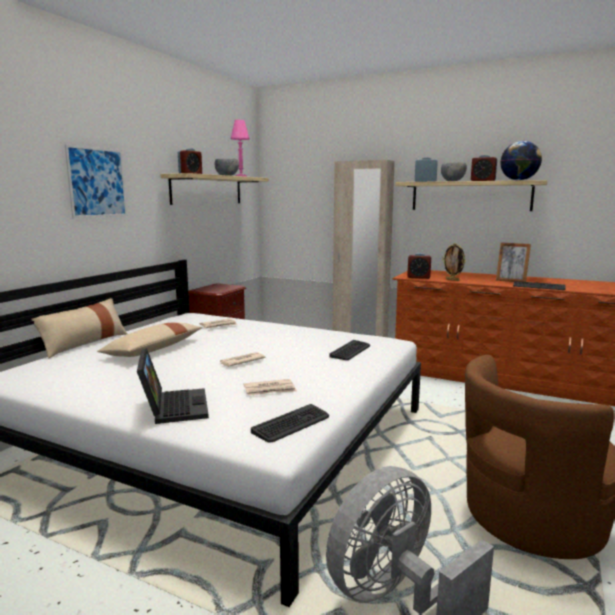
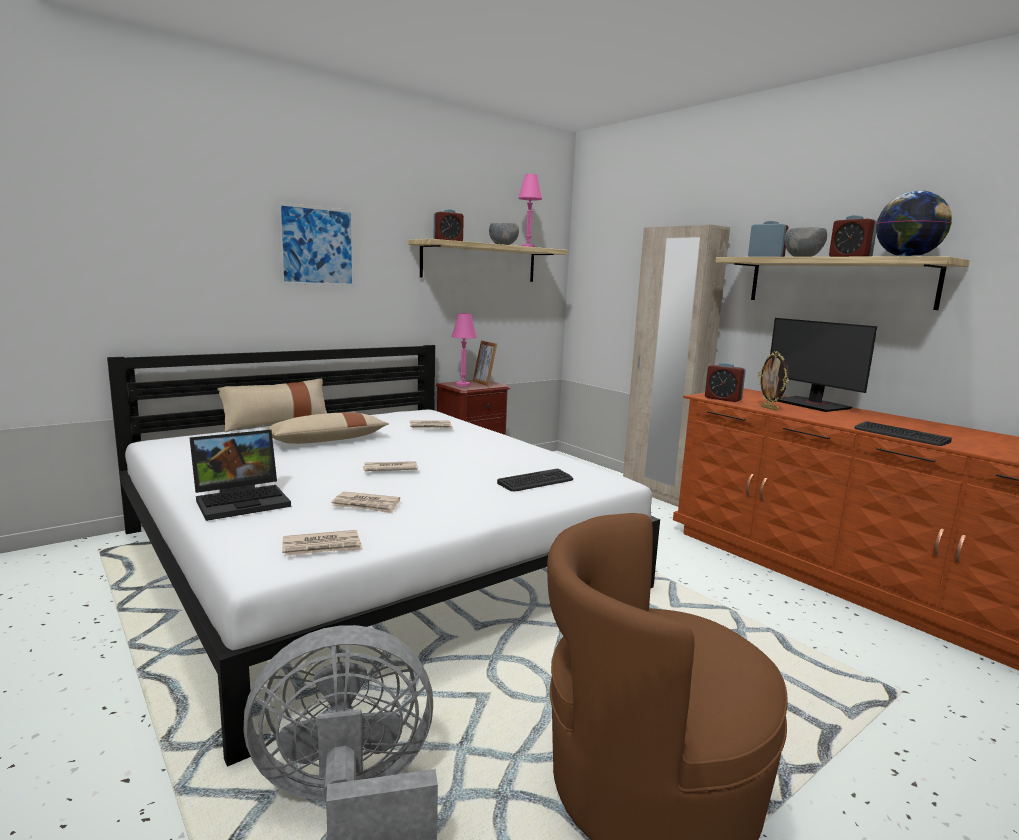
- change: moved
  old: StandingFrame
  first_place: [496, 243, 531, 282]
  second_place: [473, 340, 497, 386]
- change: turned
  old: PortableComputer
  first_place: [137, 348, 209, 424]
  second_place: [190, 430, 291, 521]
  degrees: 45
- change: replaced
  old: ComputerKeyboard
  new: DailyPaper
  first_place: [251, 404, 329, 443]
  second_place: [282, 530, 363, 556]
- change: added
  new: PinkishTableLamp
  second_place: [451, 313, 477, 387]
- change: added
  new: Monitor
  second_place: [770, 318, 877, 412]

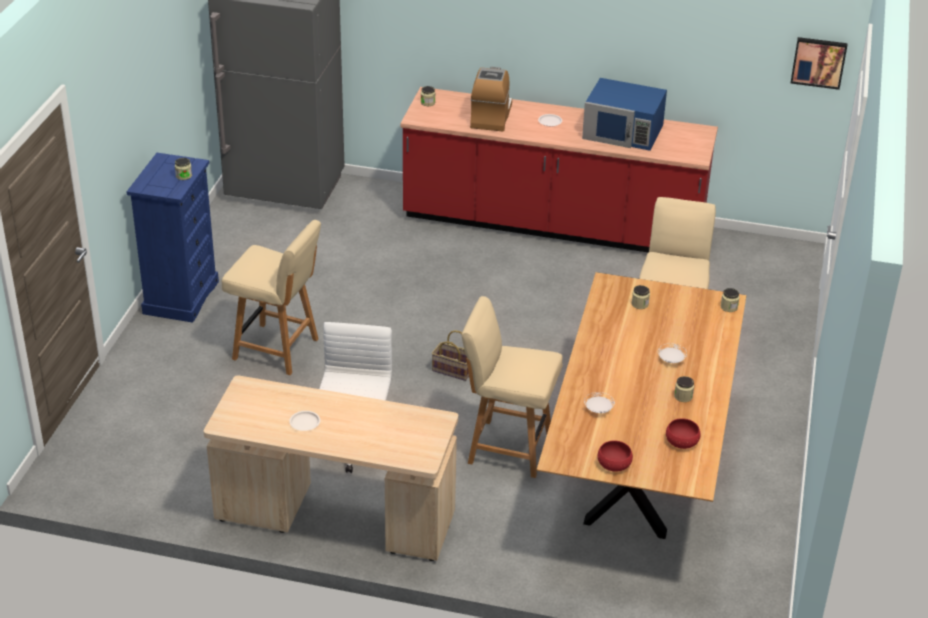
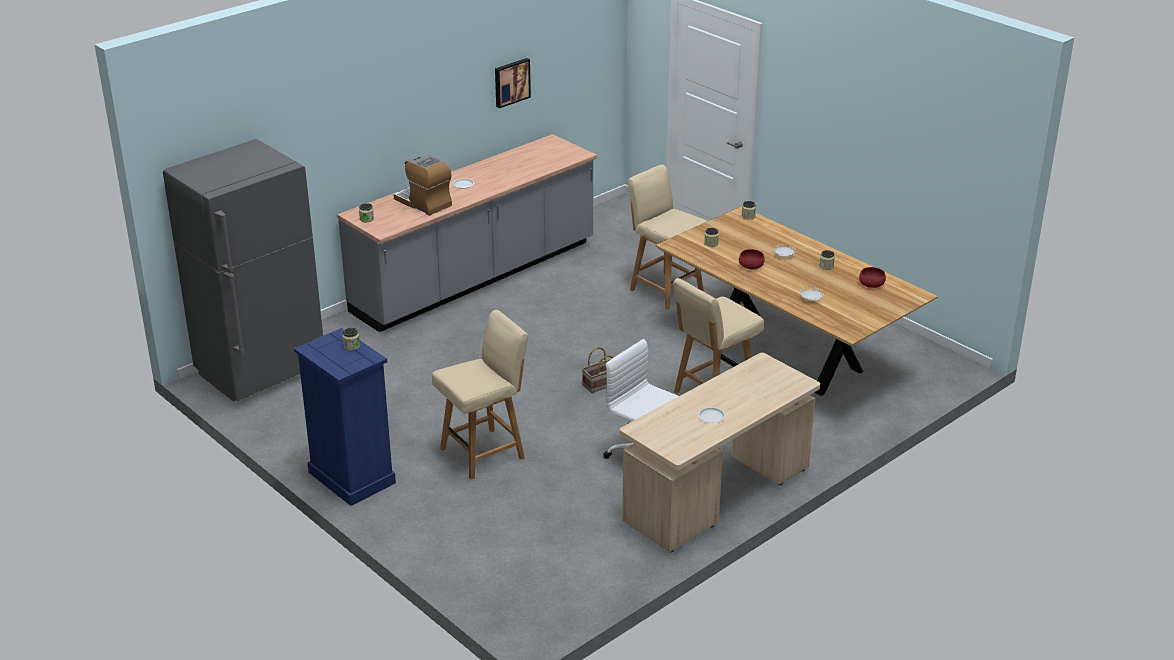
- change: moved
  old: Picture
  first_place: [791, 37, 848, 90]
  second_place: [495, 58, 531, 108]
- change: removed
  old: BluishMicrowave
  first_place: [582, 78, 667, 151]
- change: recoloured
  old: RedCounter
  new: GreyishCounter
  first_place: [400, 87, 718, 253]
  second_place: [337, 134, 597, 332]
- change: moved
  old: RedDeepDish
  first_place: [597, 441, 633, 472]
  second_place: [739, 249, 765, 269]

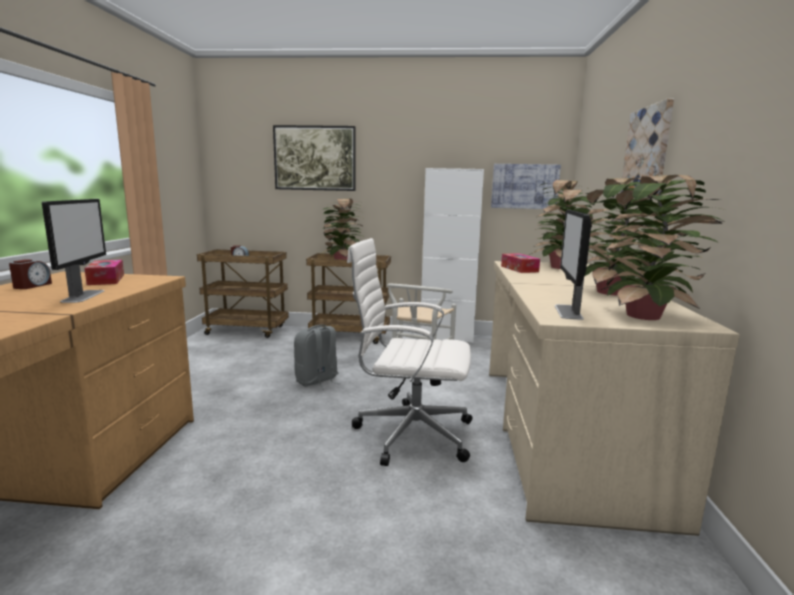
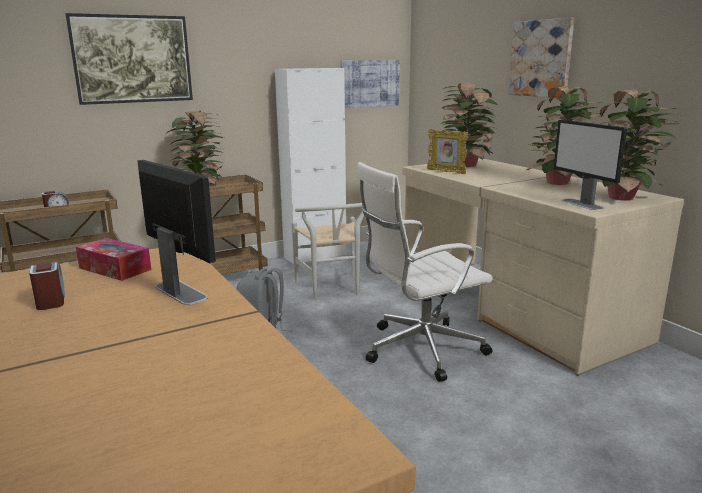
- change: replaced
  old: TissueBox
  new: StandingFrame
  first_place: [501, 253, 540, 273]
  second_place: [427, 129, 468, 174]

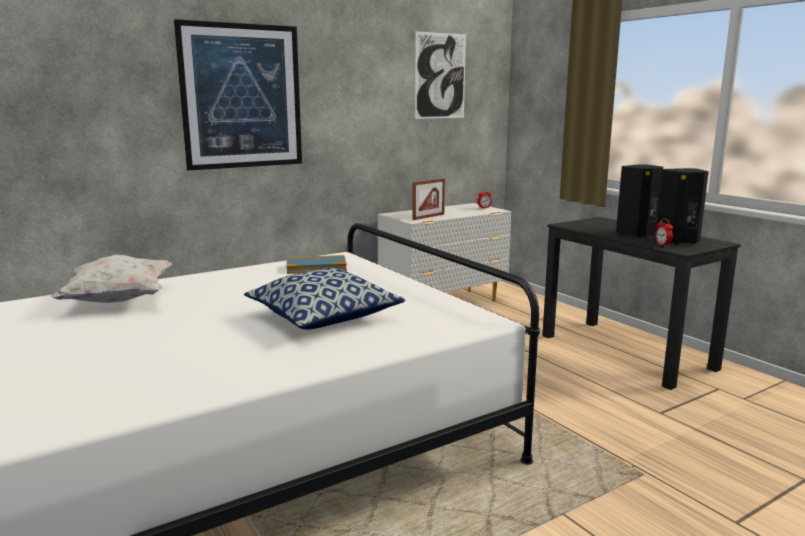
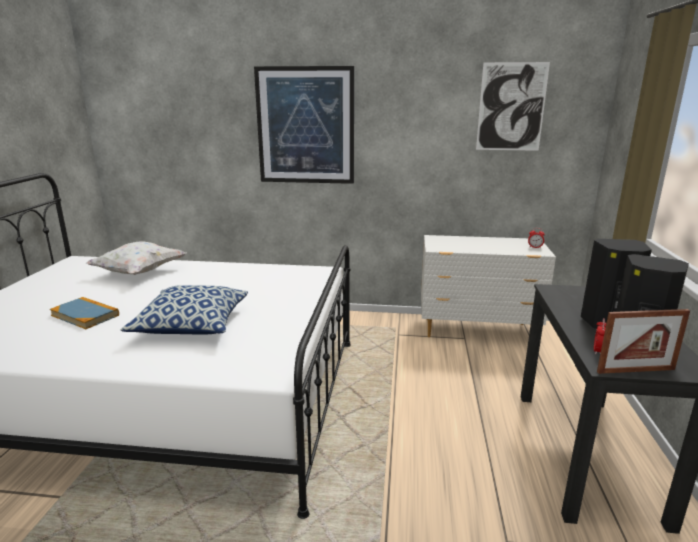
- change: moved
  old: StandingFrame
  first_place: [412, 178, 445, 220]
  second_place: [597, 309, 690, 374]
- change: moved
  old: Volume
  first_place: [286, 255, 347, 274]
  second_place: [50, 297, 119, 329]

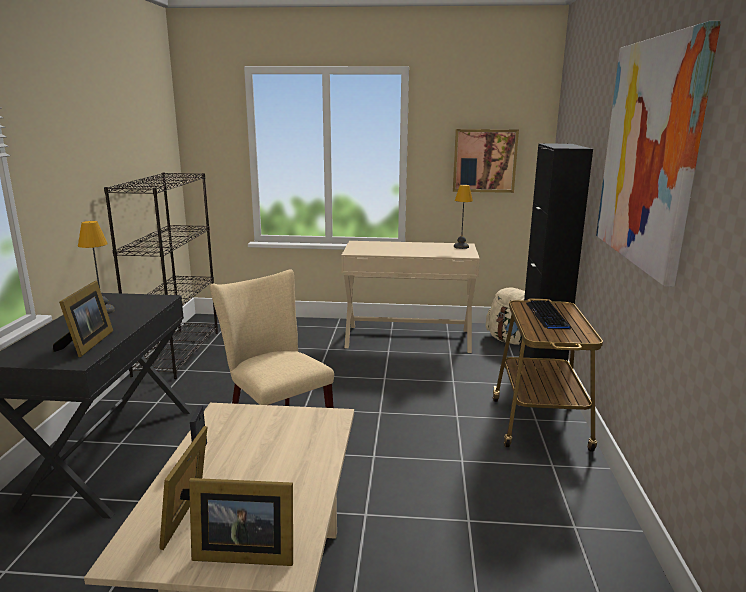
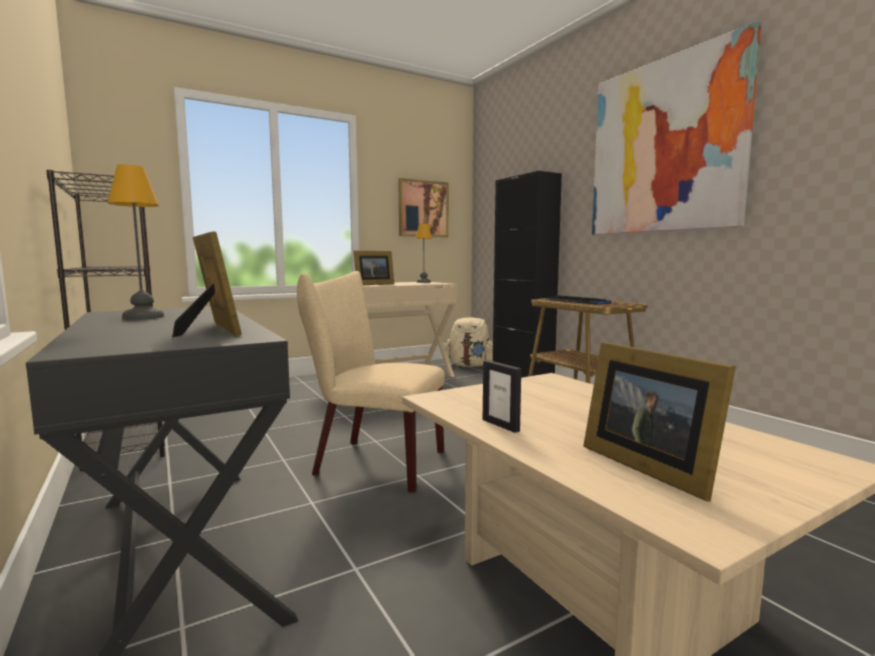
- change: moved
  old: StandingFrame
  first_place: [189, 478, 293, 566]
  second_place: [354, 251, 394, 285]

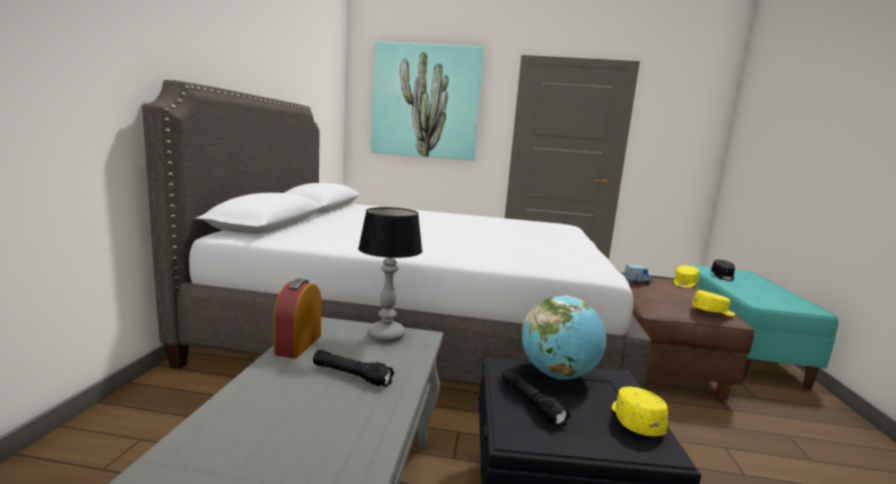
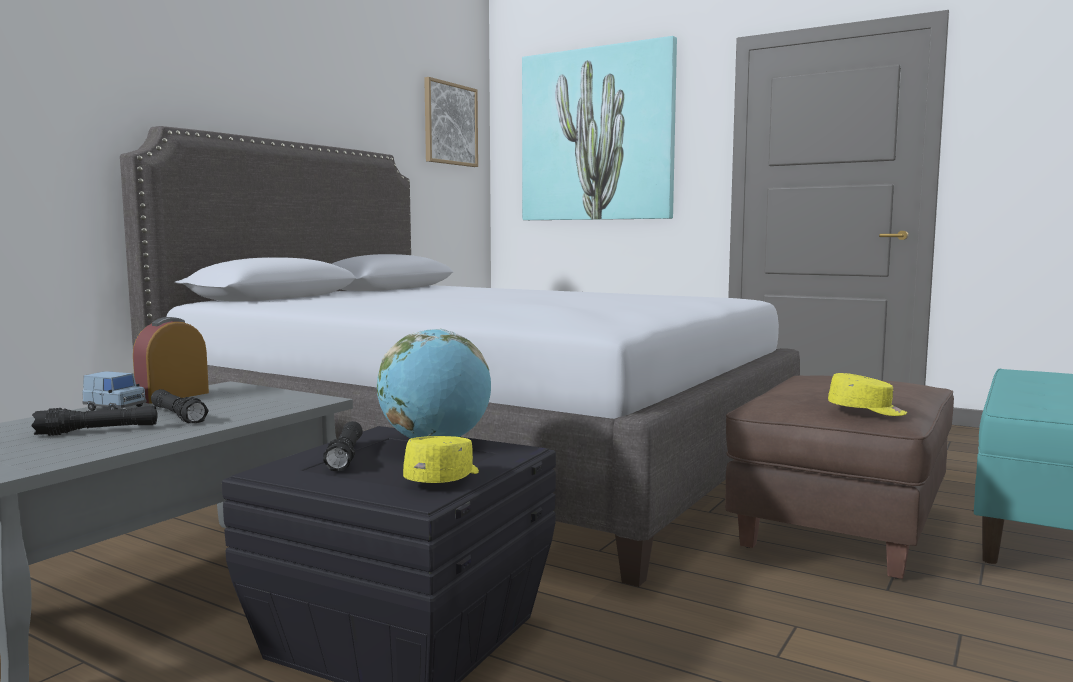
- change: removed
  old: TableLamp
  first_place: [358, 207, 422, 342]
- change: removed
  old: BlackBaseballCap
  first_place: [711, 260, 735, 281]
- change: moved
  old: BluishModelCar
  first_place: [624, 265, 653, 284]
  second_place: [82, 371, 147, 411]
- change: removed
  old: YellowColouredBaseballCap
  first_place: [674, 265, 699, 288]
- change: added
  new: Picture
  second_place: [424, 77, 478, 167]
- change: added
  new: BlackFlashlight
  second_place: [32, 406, 158, 436]

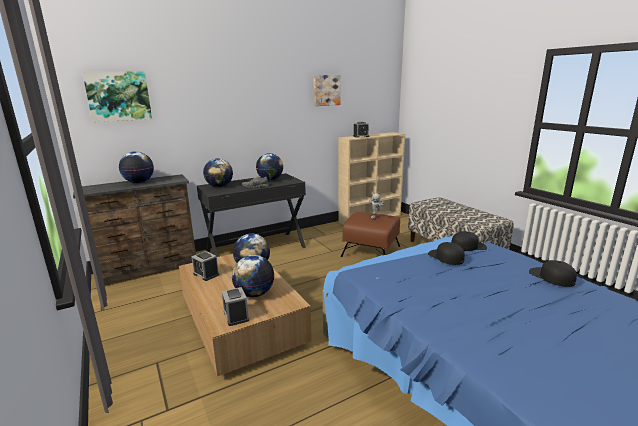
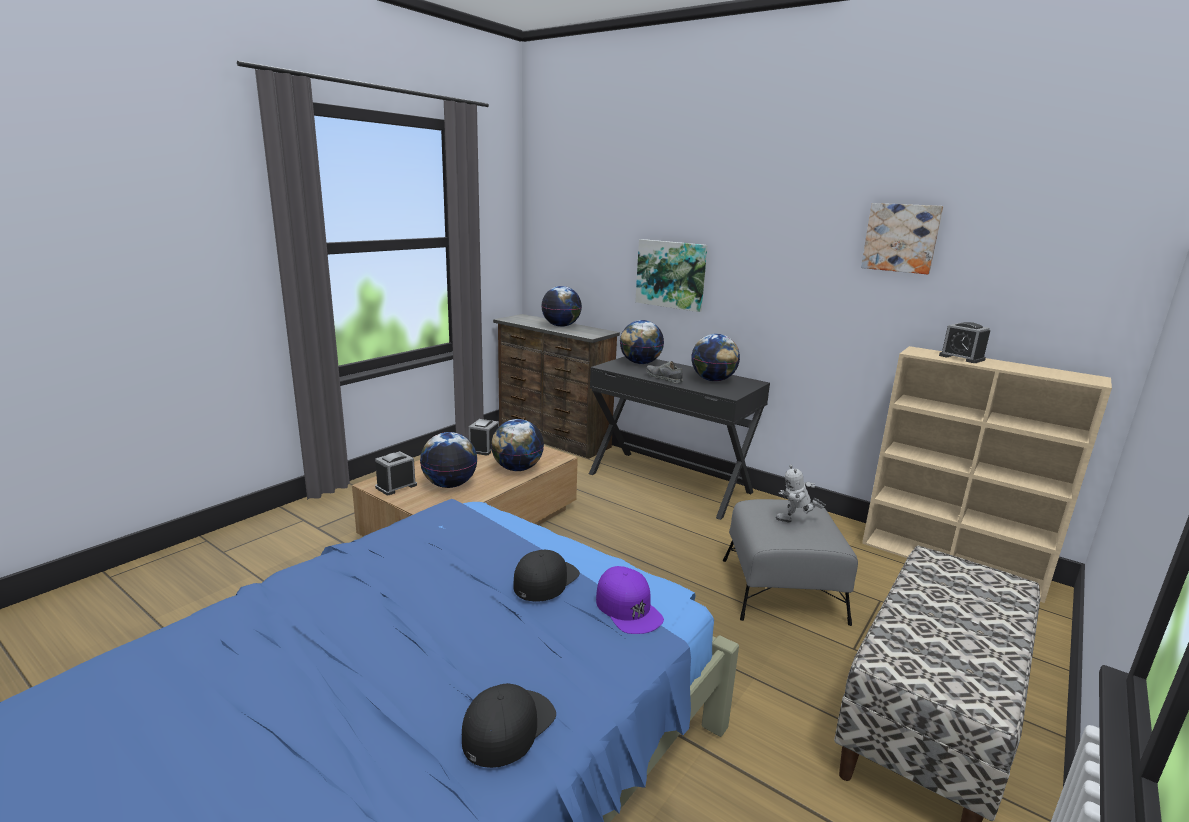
- change: moved
  old: Picture
  first_place: [82, 71, 152, 122]
  second_place: [635, 239, 708, 312]
- change: recoloured
  old: BrownColouredPouffe
  new: GreyishPouffe
  first_place: [341, 212, 400, 257]
  second_place: [723, 499, 858, 626]
- change: recoloured
  old: BlackBaseballCap
  new: PurpleColouredBaseballCap
  first_place: [451, 231, 487, 251]
  second_place: [596, 566, 664, 634]

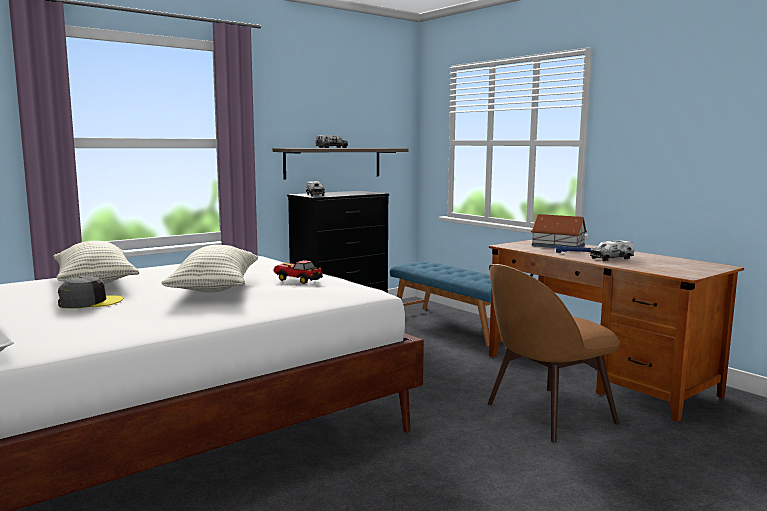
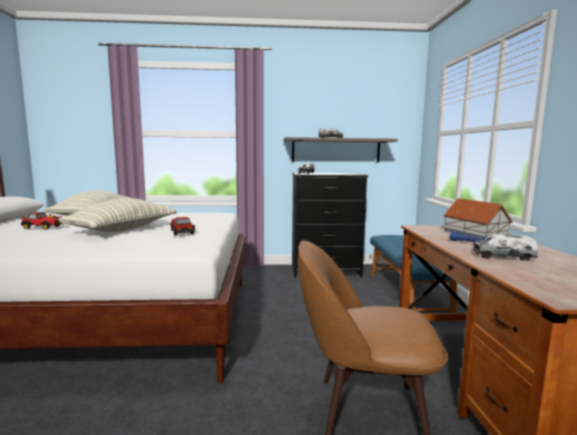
- change: replaced
  old: GreyishBaseballCap
  new: ModelCar
  first_place: [58, 276, 123, 309]
  second_place: [21, 212, 62, 230]

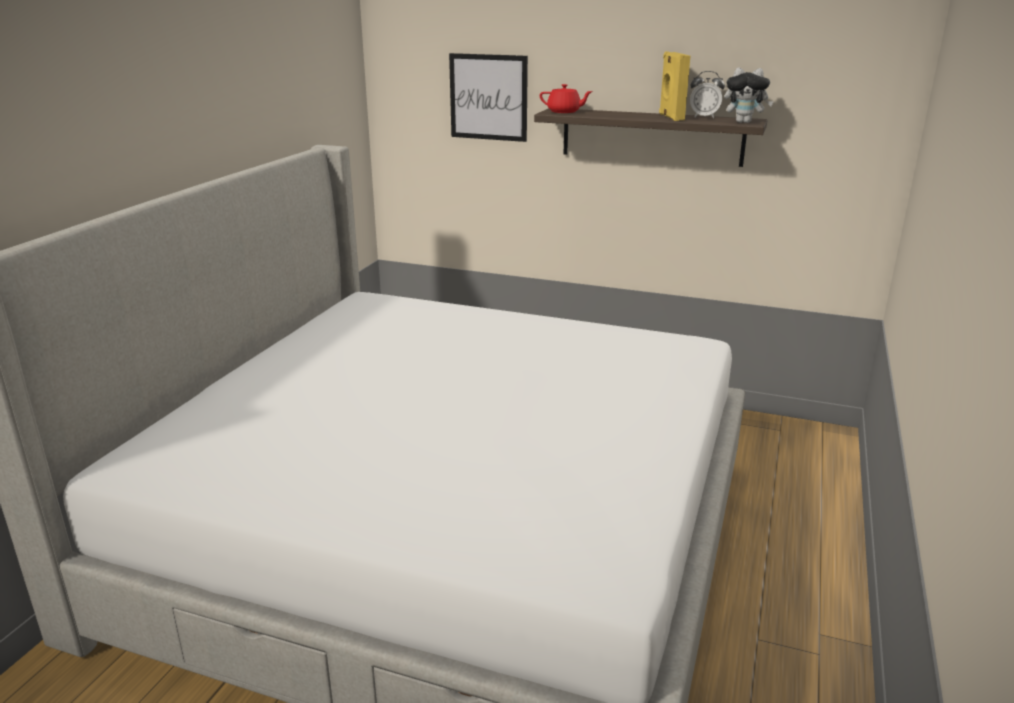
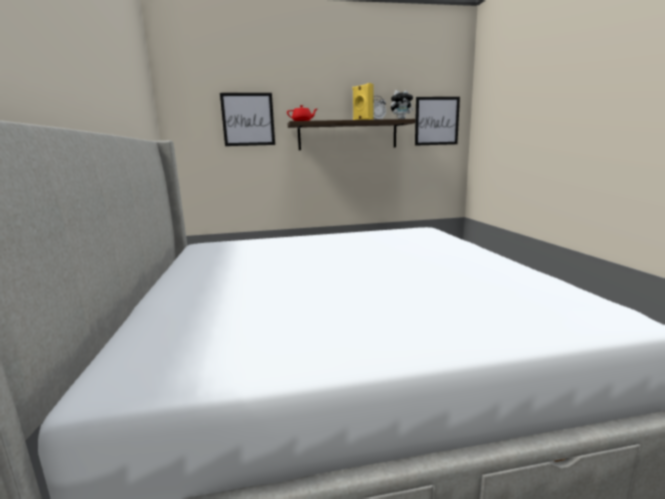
- change: added
  new: Picture
  second_place: [415, 97, 460, 146]

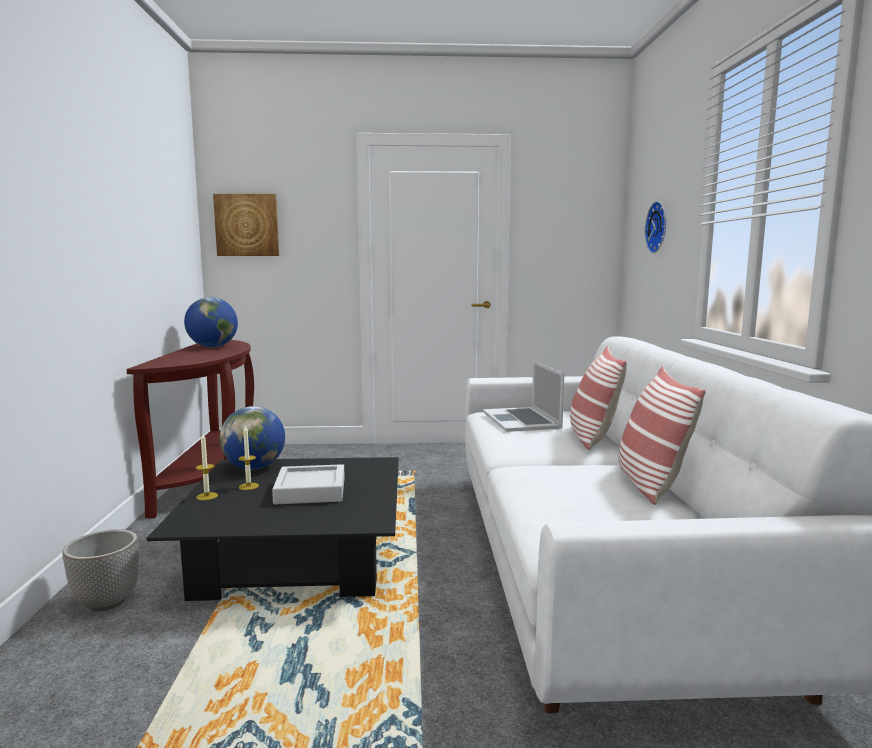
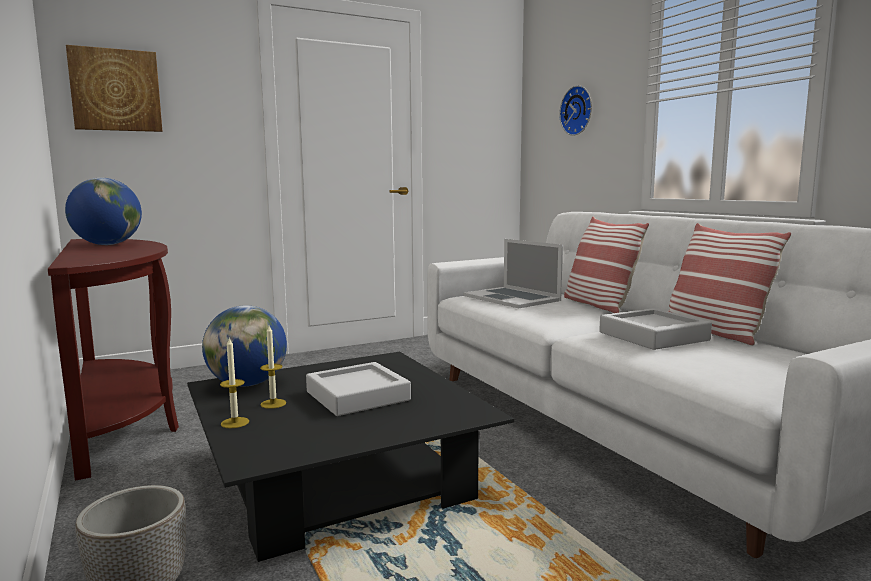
- change: added
  new: GreyishTray
  second_place: [599, 308, 712, 350]

